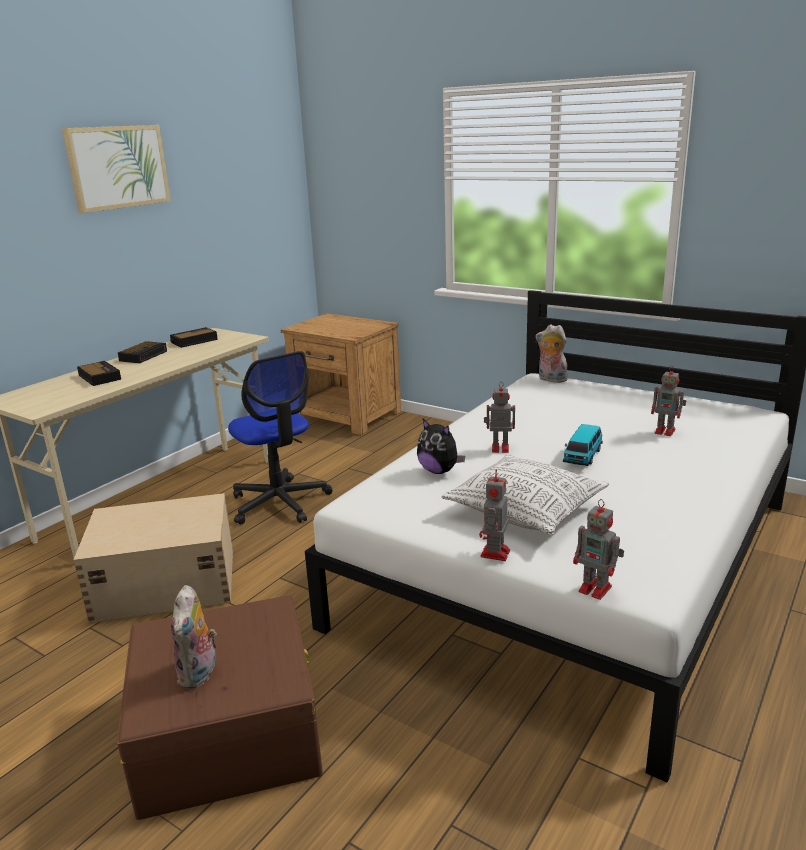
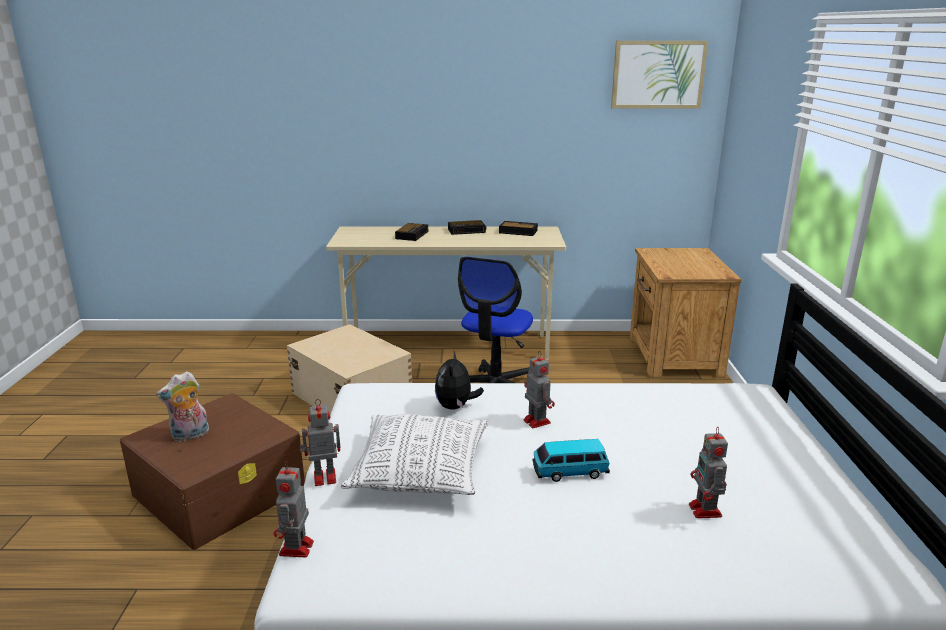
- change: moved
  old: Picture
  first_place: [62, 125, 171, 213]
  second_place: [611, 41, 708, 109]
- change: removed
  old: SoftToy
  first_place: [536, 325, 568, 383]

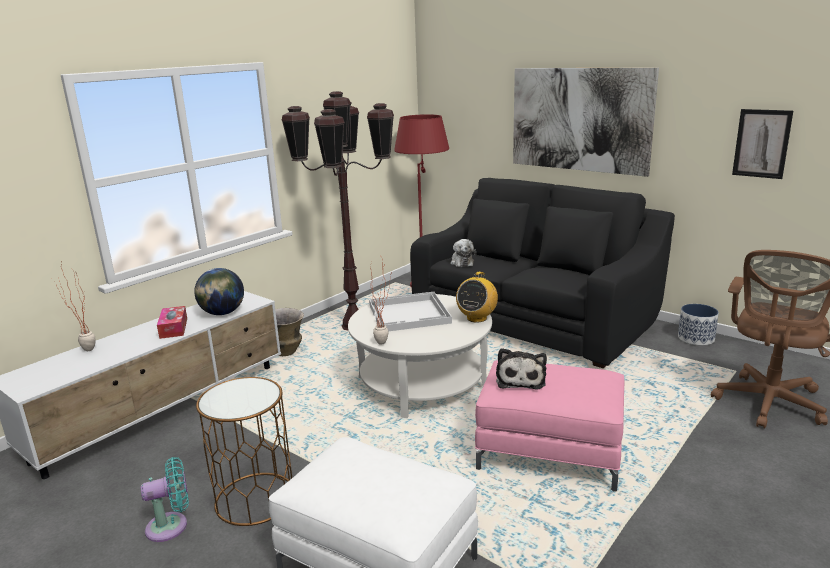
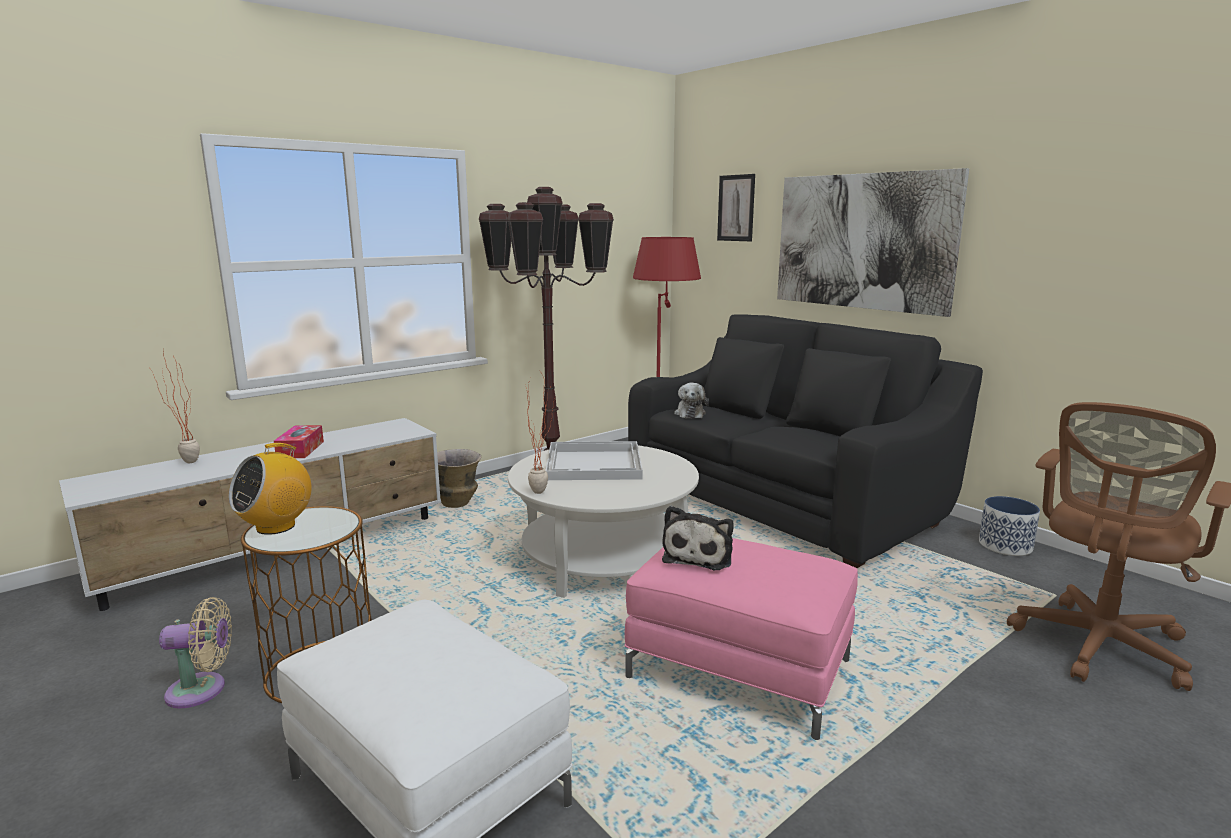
- change: moved
  old: Picture
  first_place: [732, 109, 793, 179]
  second_place: [717, 174, 755, 241]
- change: removed
  old: Globe
  first_place: [194, 268, 244, 315]
- change: moved
  old: RadioReceiver
  first_place: [456, 272, 498, 323]
  second_place: [229, 443, 312, 535]
- change: recoloured
  old: TurquoiseCoolingFan
  new: BeigeCoolingFan
  first_place: [141, 457, 189, 542]
  second_place: [159, 597, 232, 709]

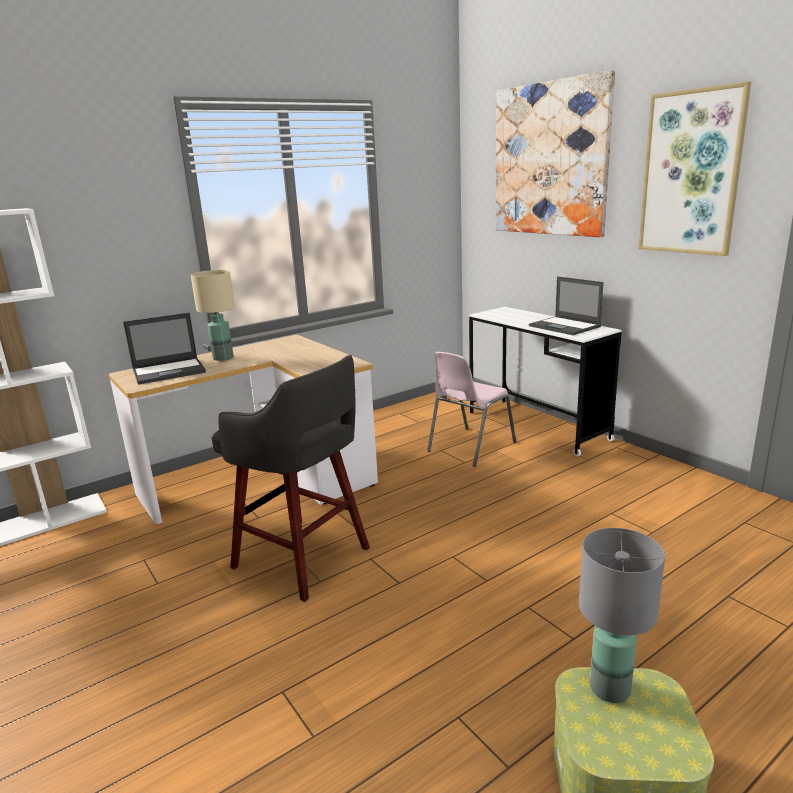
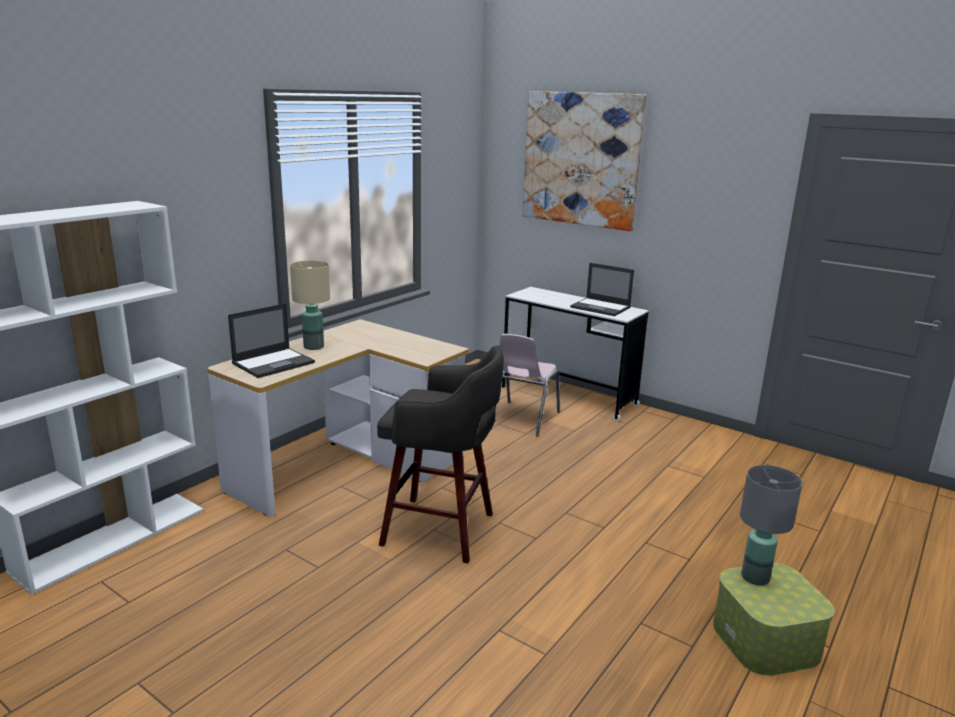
- change: removed
  old: Picture
  first_place: [639, 81, 751, 256]

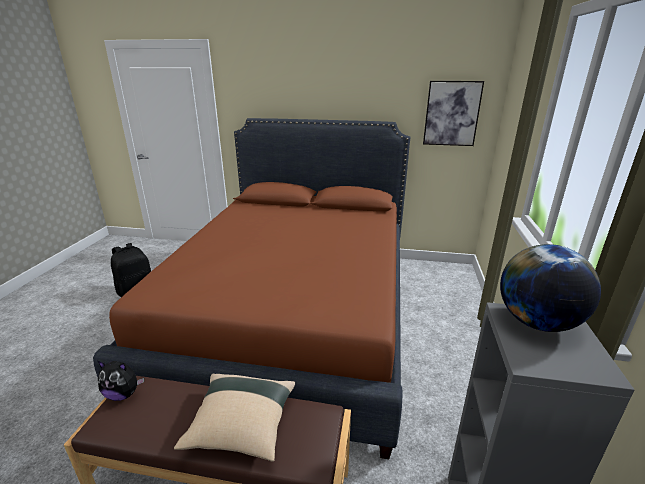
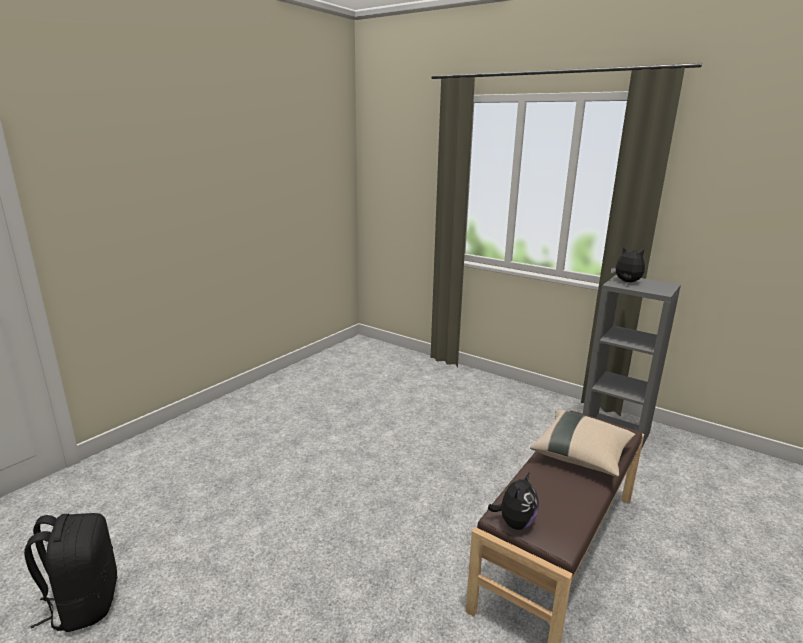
- change: removed
  old: Picture
  first_place: [423, 81, 484, 146]
- change: removed
  old: BrownColouredBedroomBed
  first_place: [93, 118, 410, 459]
- change: replaced
  old: Globe
  new: SoftToy
  first_place: [500, 244, 601, 332]
  second_place: [611, 246, 645, 282]

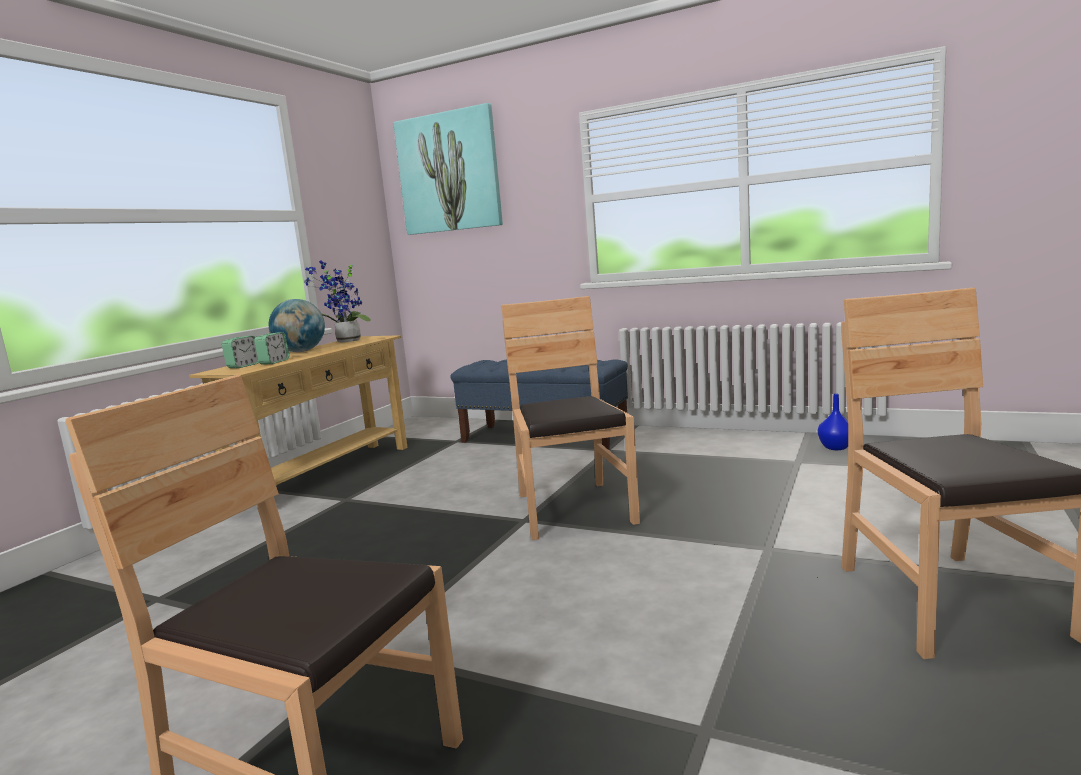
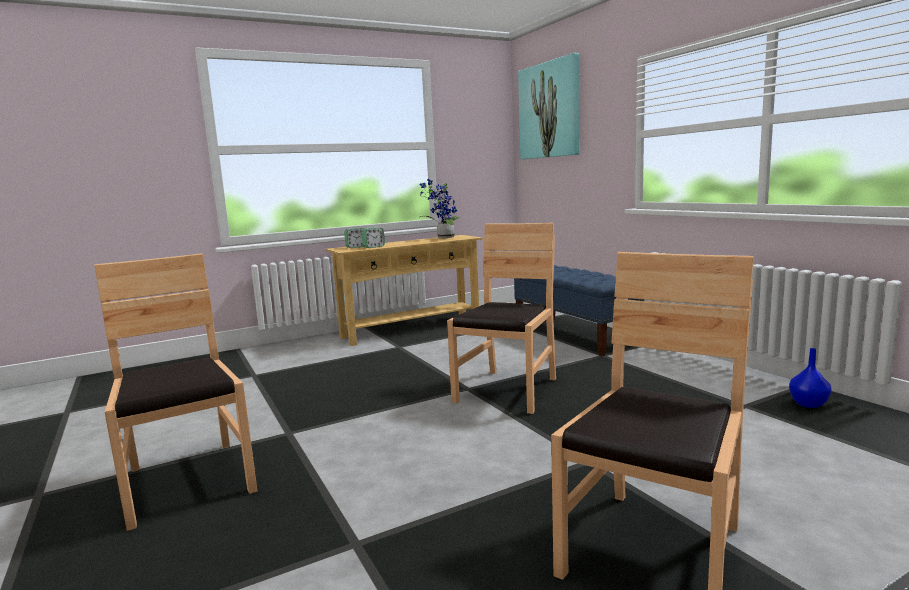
- change: removed
  old: Globe
  first_place: [268, 299, 325, 352]

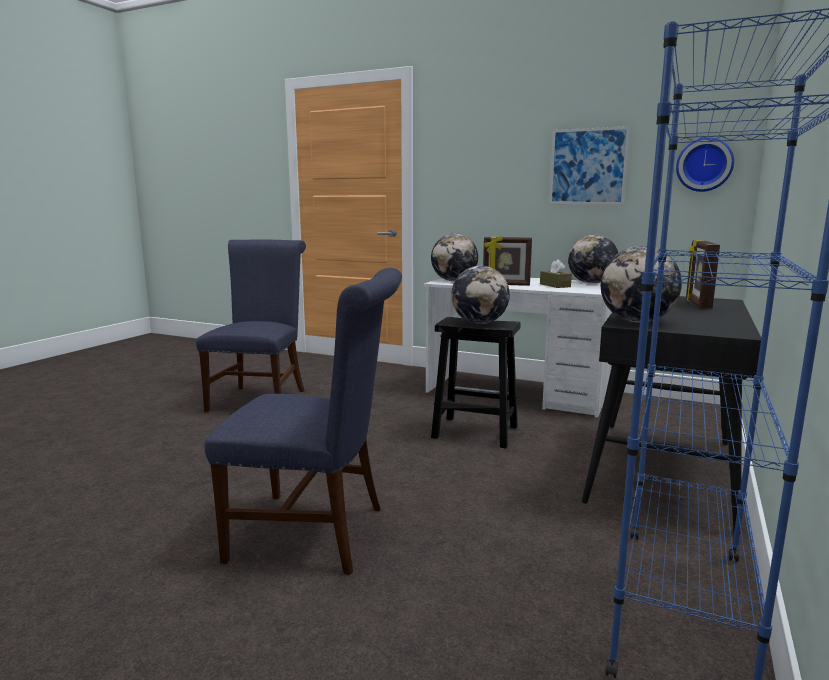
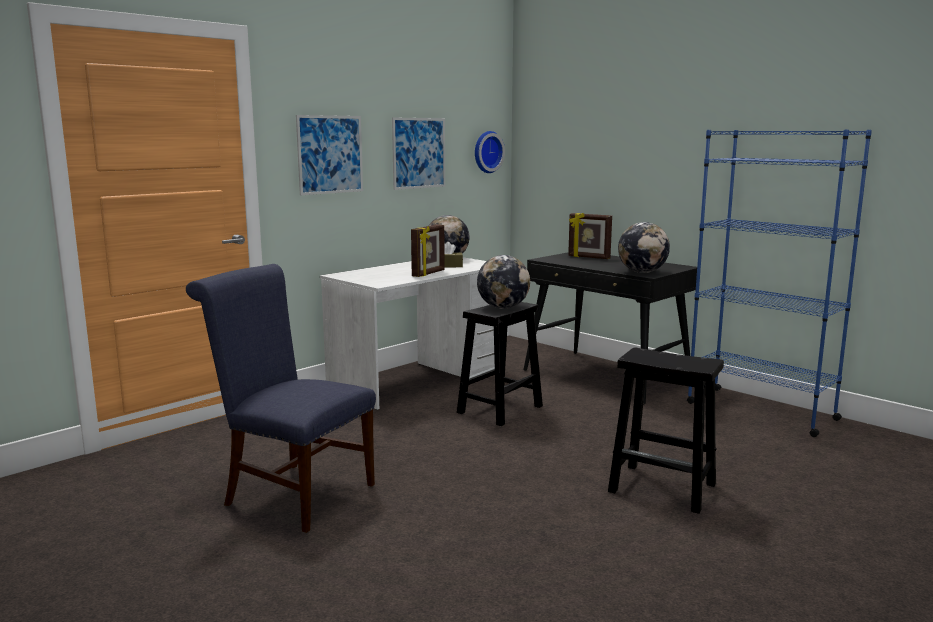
- change: removed
  old: Globe
  first_place: [431, 233, 478, 281]
- change: replaced
  old: BluishPlainChair
  new: BlackStoolSeat
  first_place: [204, 268, 402, 576]
  second_place: [608, 347, 724, 514]
- change: added
  new: Picture
  second_place: [296, 115, 363, 195]

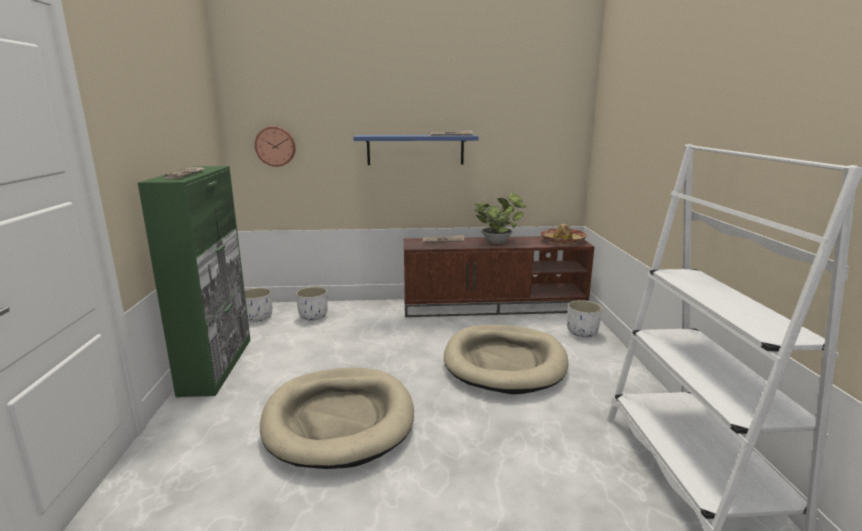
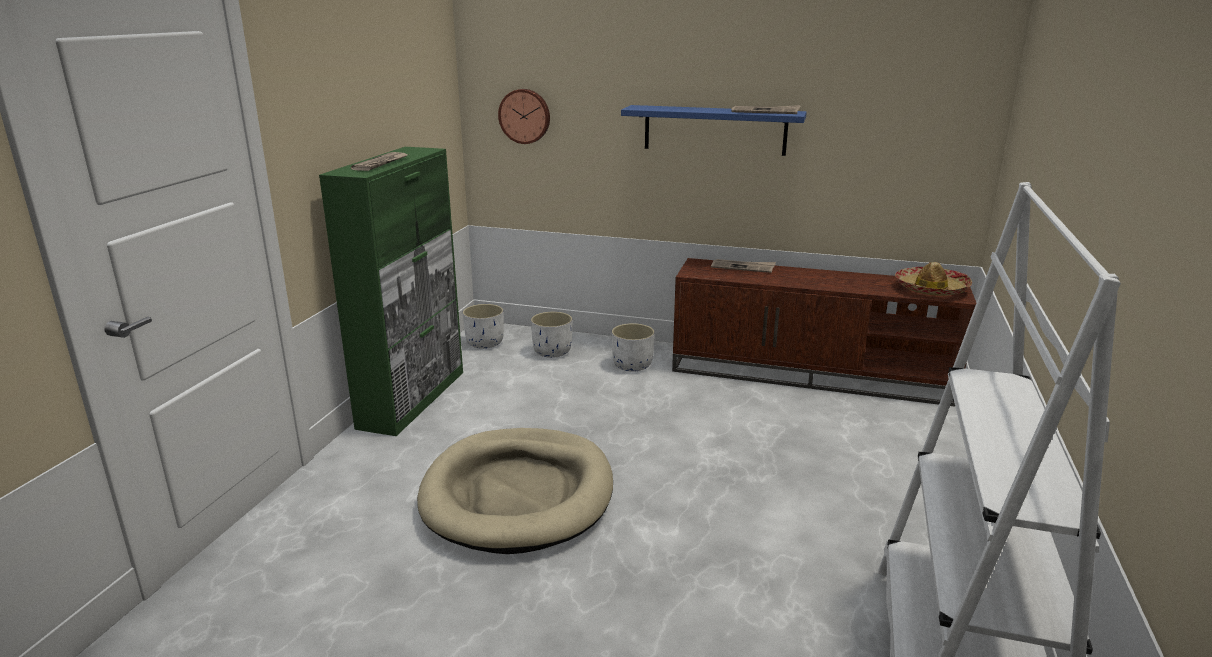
- change: removed
  old: PlantInAPot
  first_place: [474, 193, 527, 244]
- change: moved
  old: WhiteColouredPlanter
  first_place: [567, 300, 602, 337]
  second_place: [611, 323, 655, 372]
- change: removed
  old: BeigeDogCushion
  first_place: [444, 325, 568, 394]

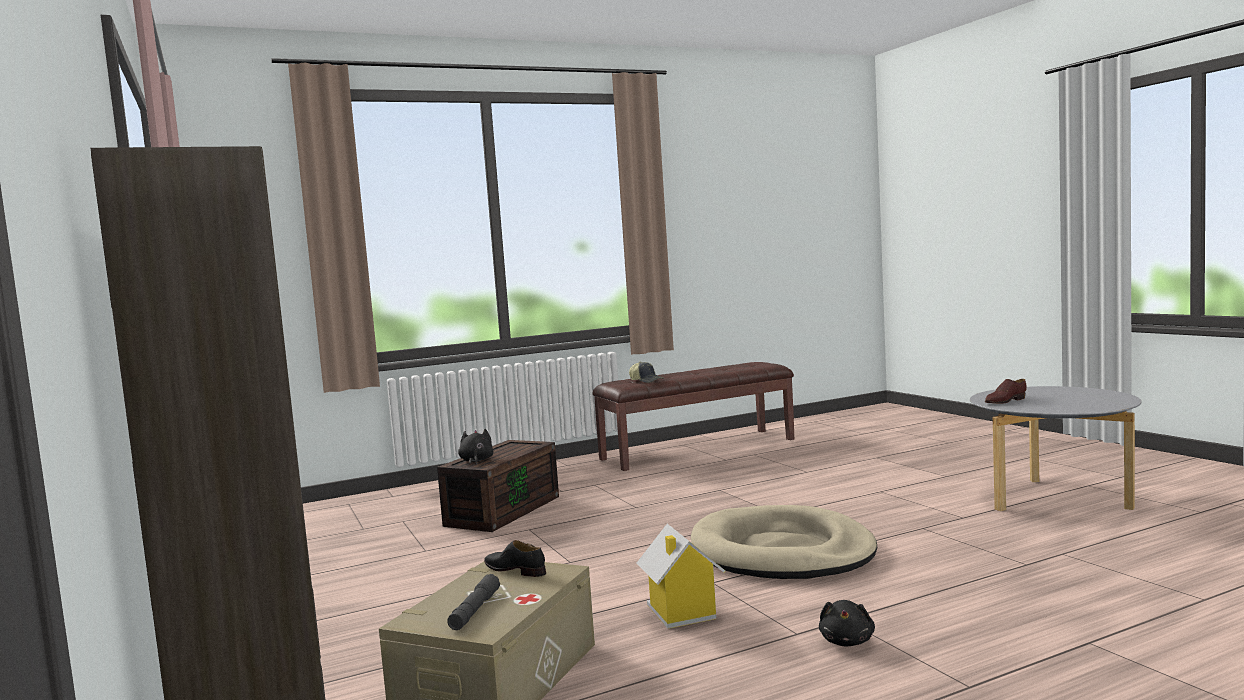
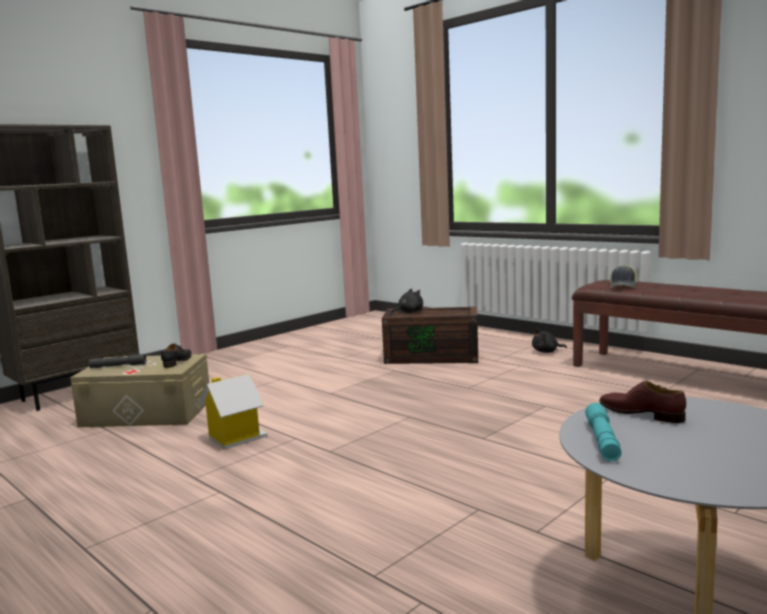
- change: removed
  old: BeigeDogCushion
  first_place: [691, 505, 877, 579]
- change: moved
  old: BlackSoftToy
  first_place: [819, 600, 875, 646]
  second_place: [532, 329, 567, 353]
- change: added
  new: TurquoiseFlashlight
  second_place: [585, 403, 621, 461]

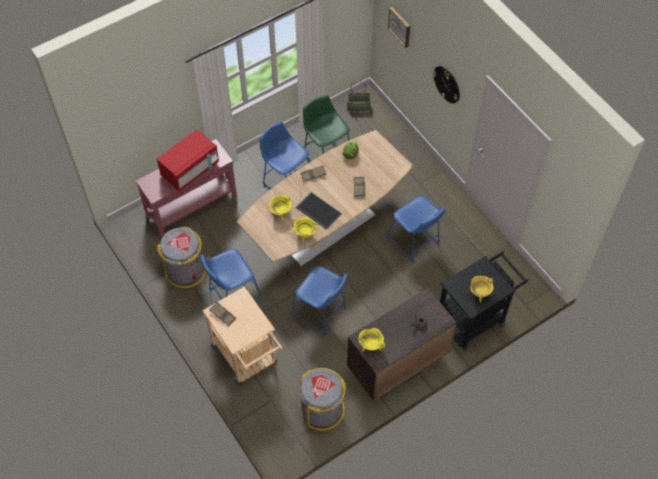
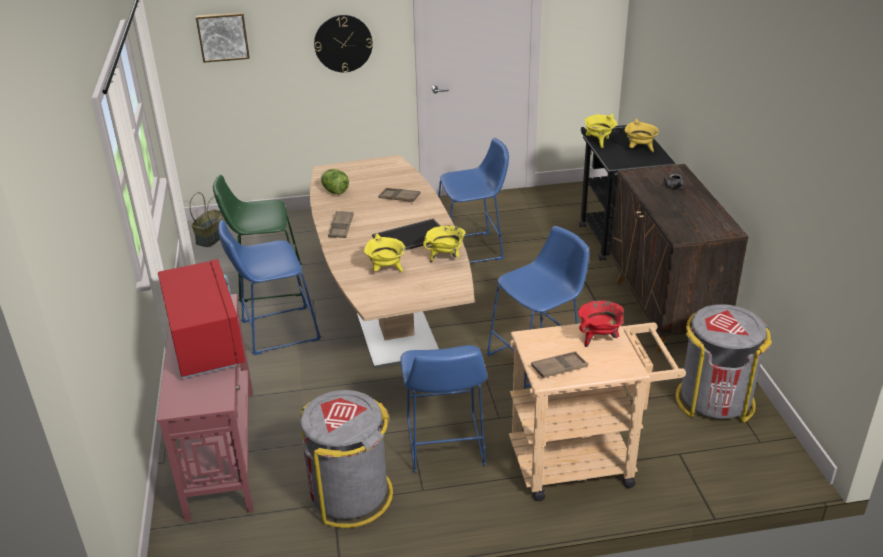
- change: moved
  old: YellowColouredStockpot
  first_place: [359, 328, 385, 351]
  second_place: [585, 114, 617, 148]
- change: added
  new: RedStockpot
  second_place: [578, 300, 624, 347]

